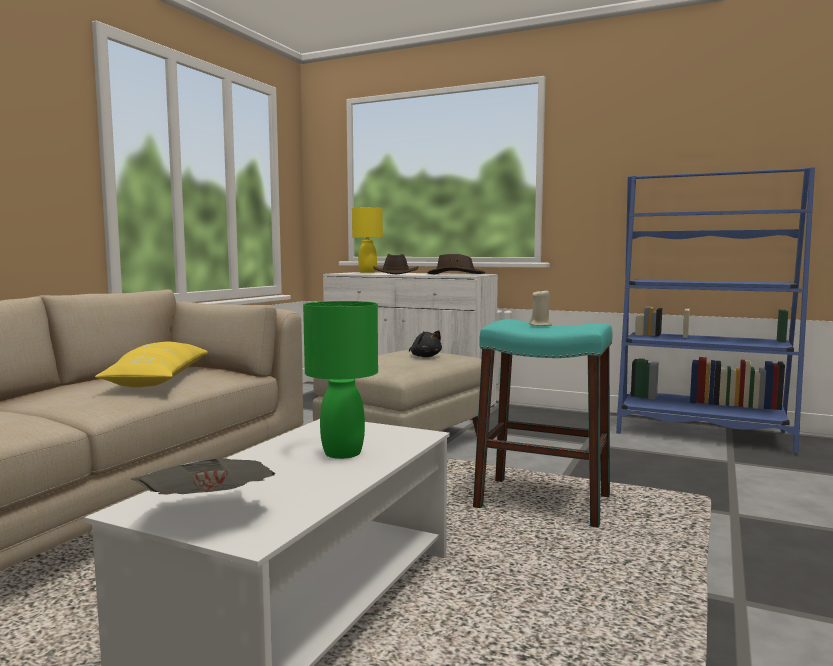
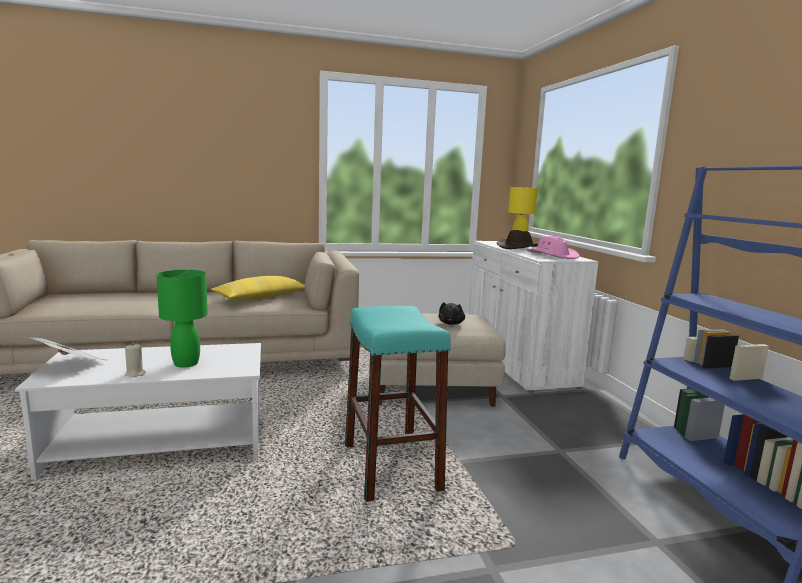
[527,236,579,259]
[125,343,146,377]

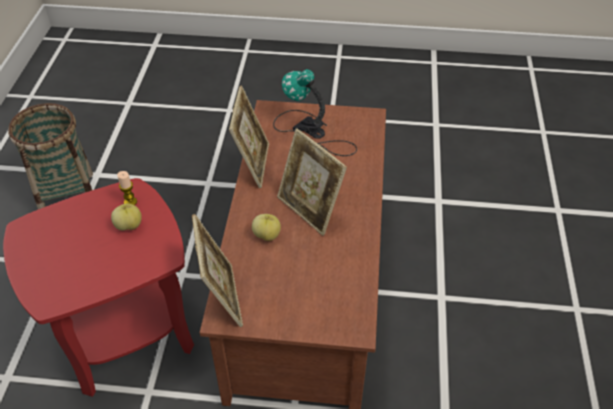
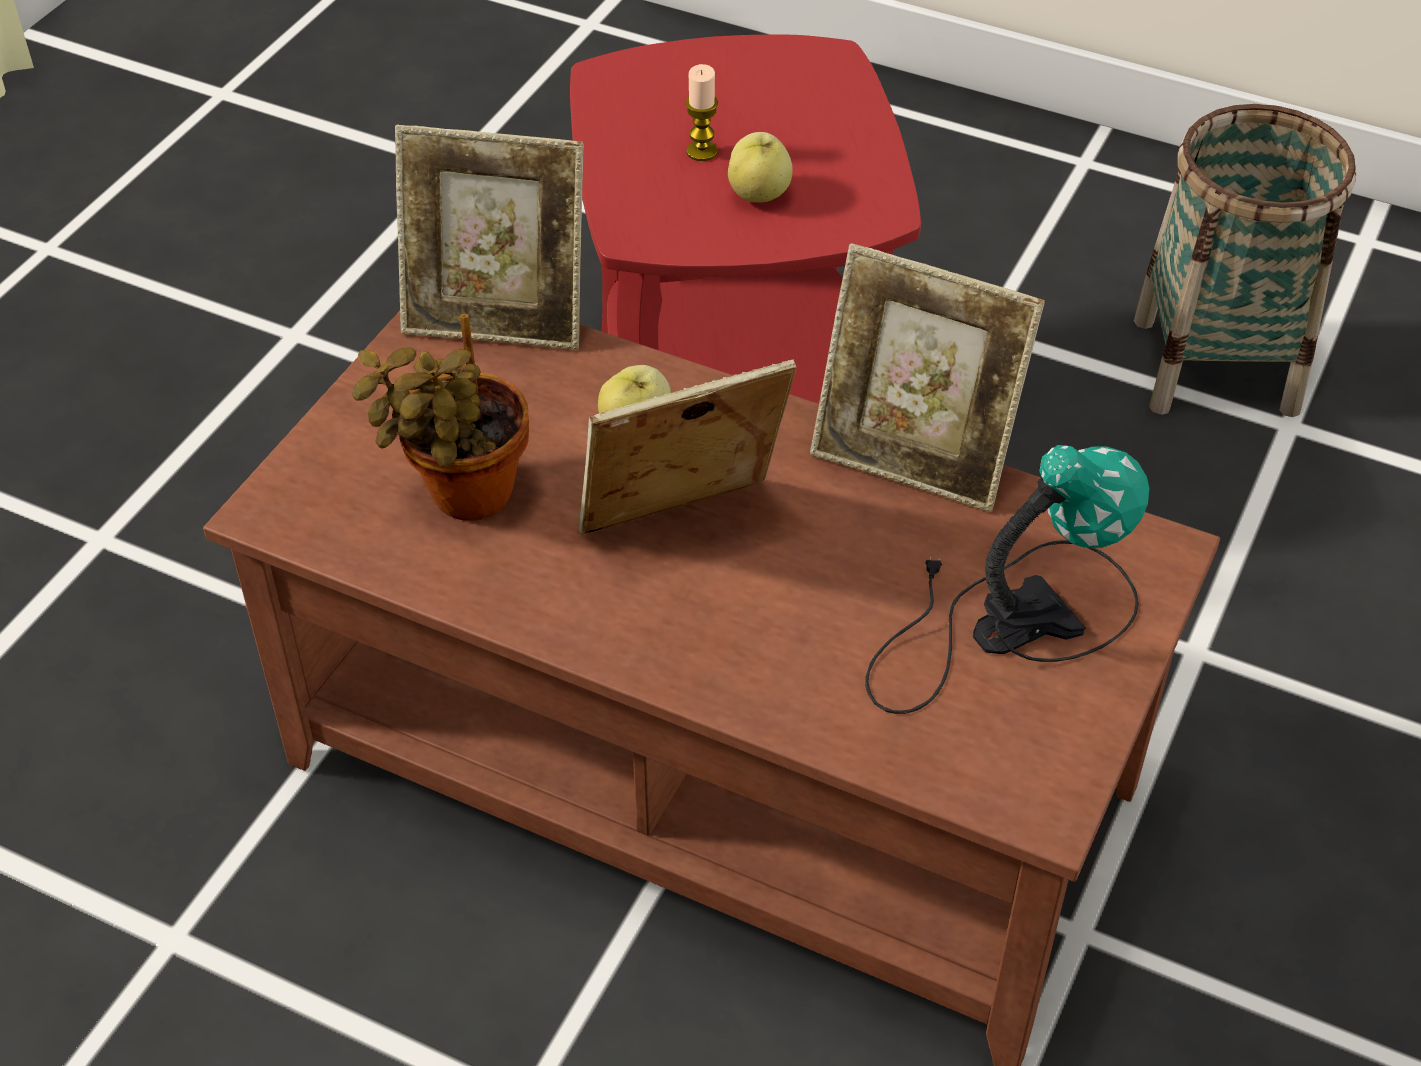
[685,64,718,161]
[352,314,529,521]

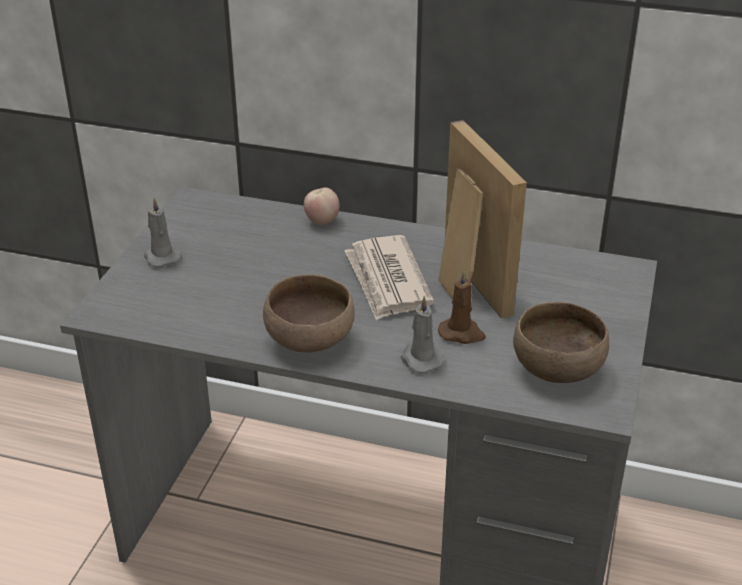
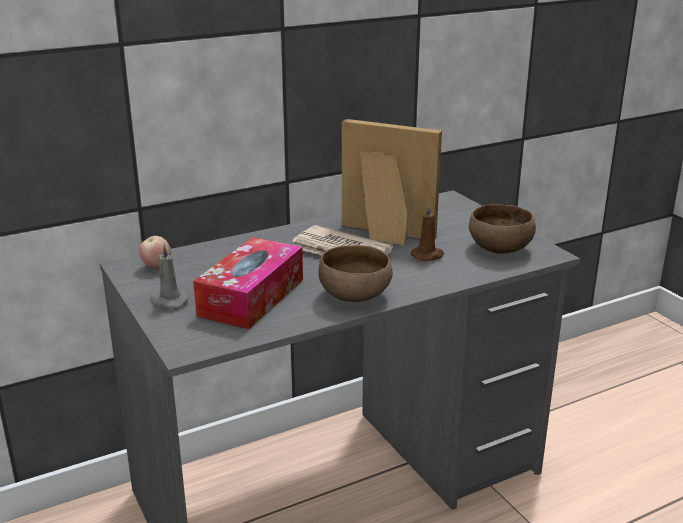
[139,236,171,269]
[401,296,445,373] (first image)
[193,237,303,329]

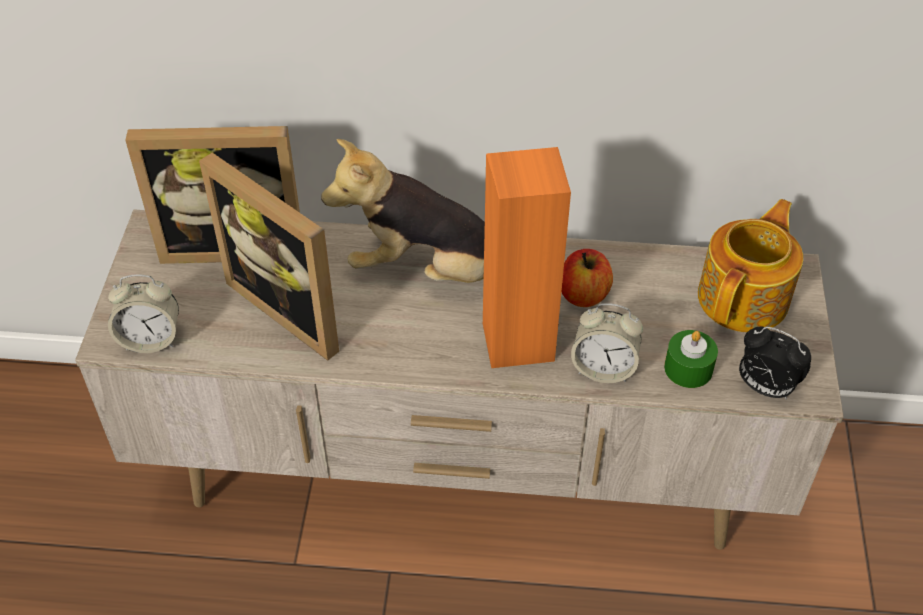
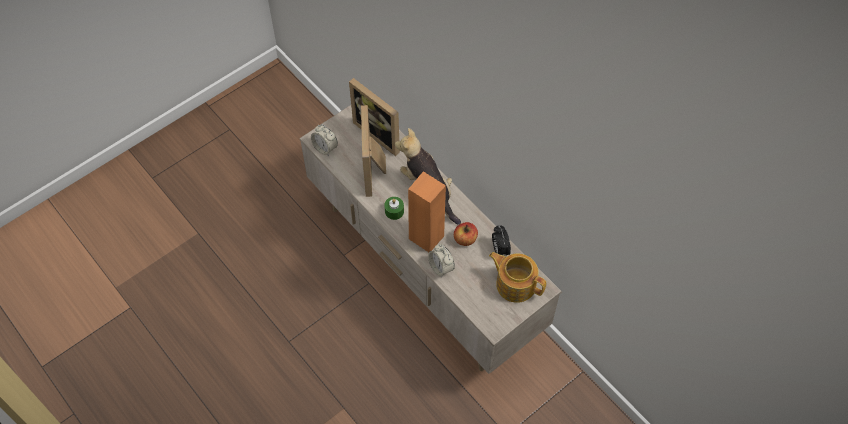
[384,197,404,220]
[489,252,546,303]
[492,225,511,255]

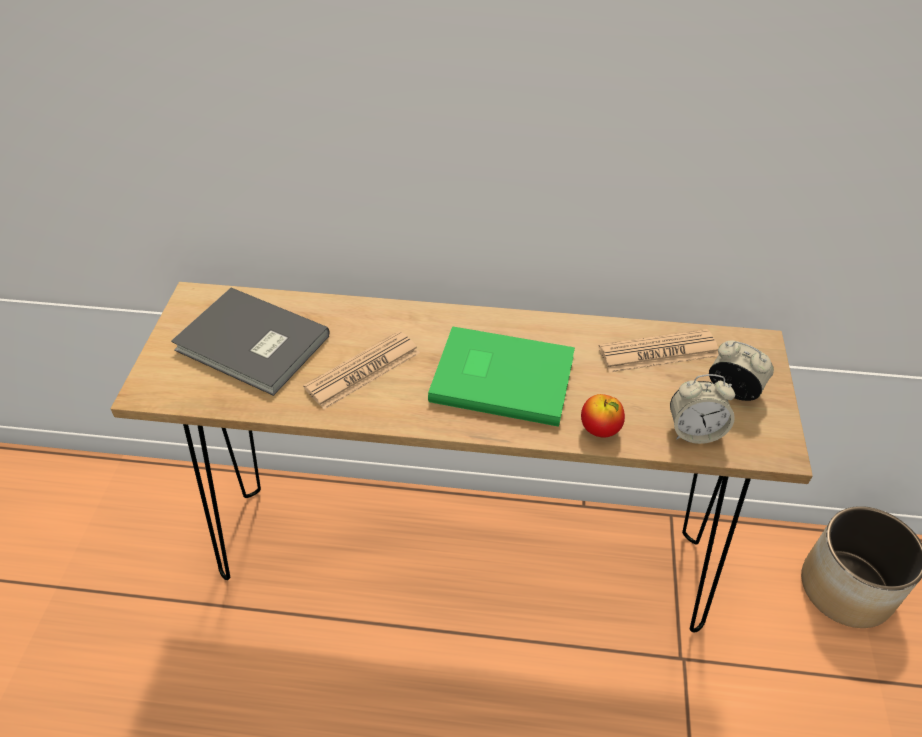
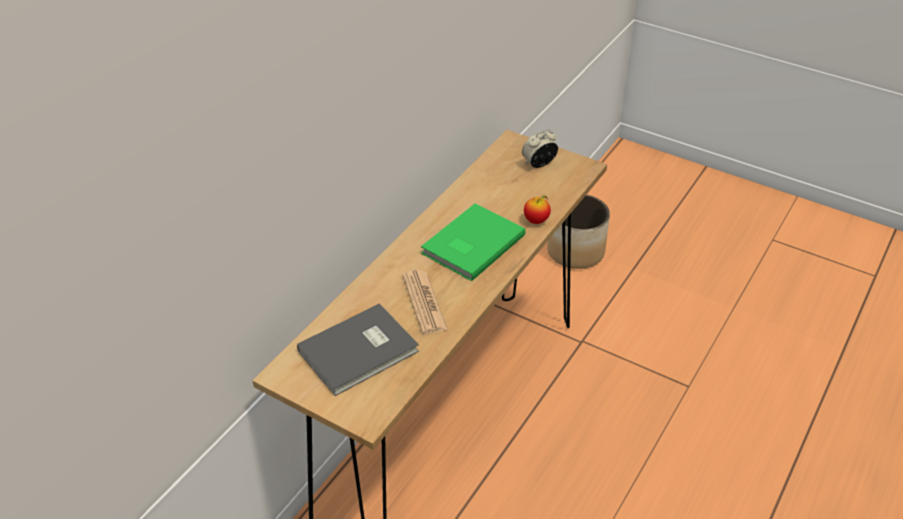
[599,329,719,373] (first image)
[670,374,735,444] (first image)

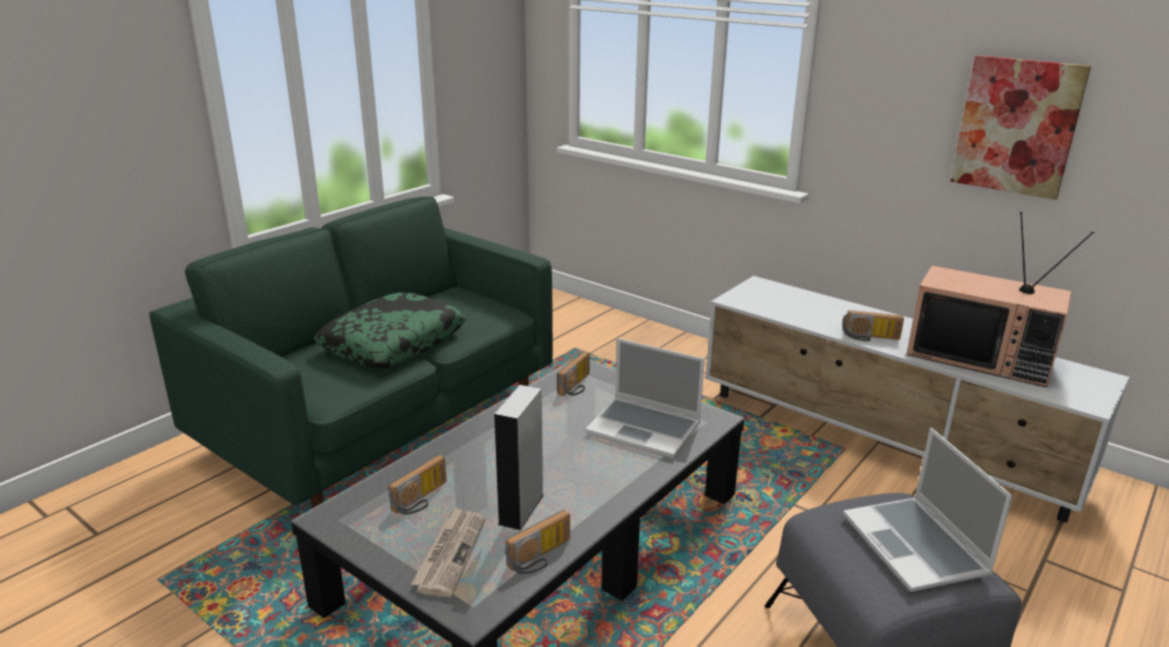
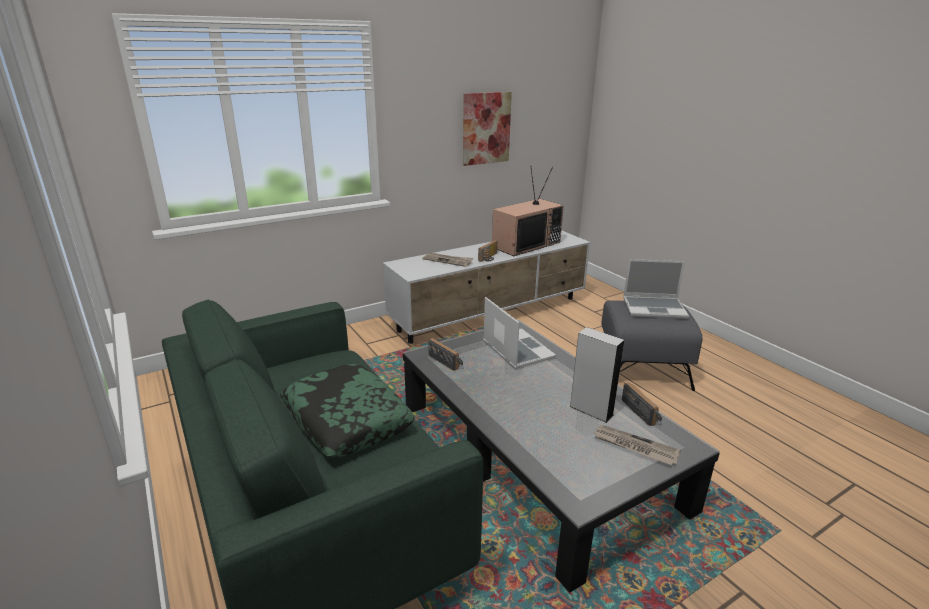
[388,455,447,515] (first image)
[483,297,556,369]
[422,252,473,267]

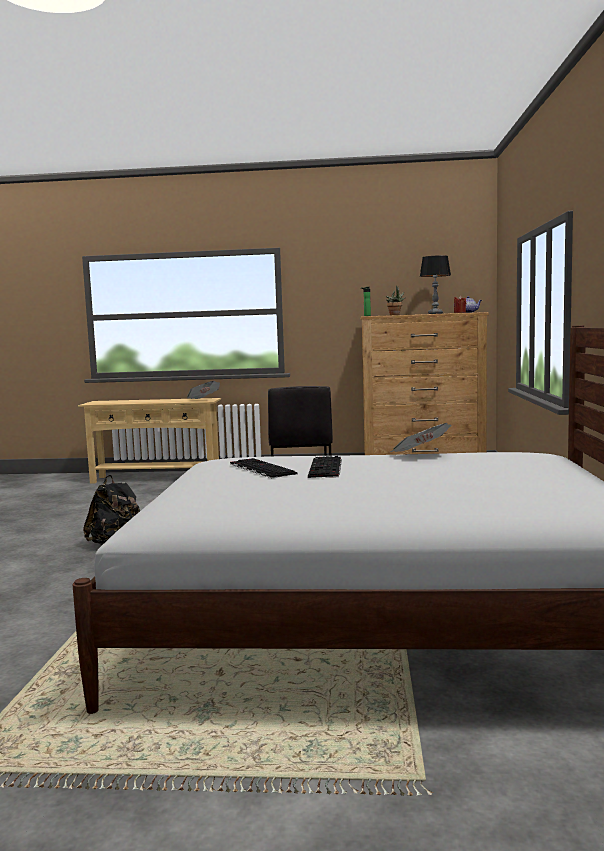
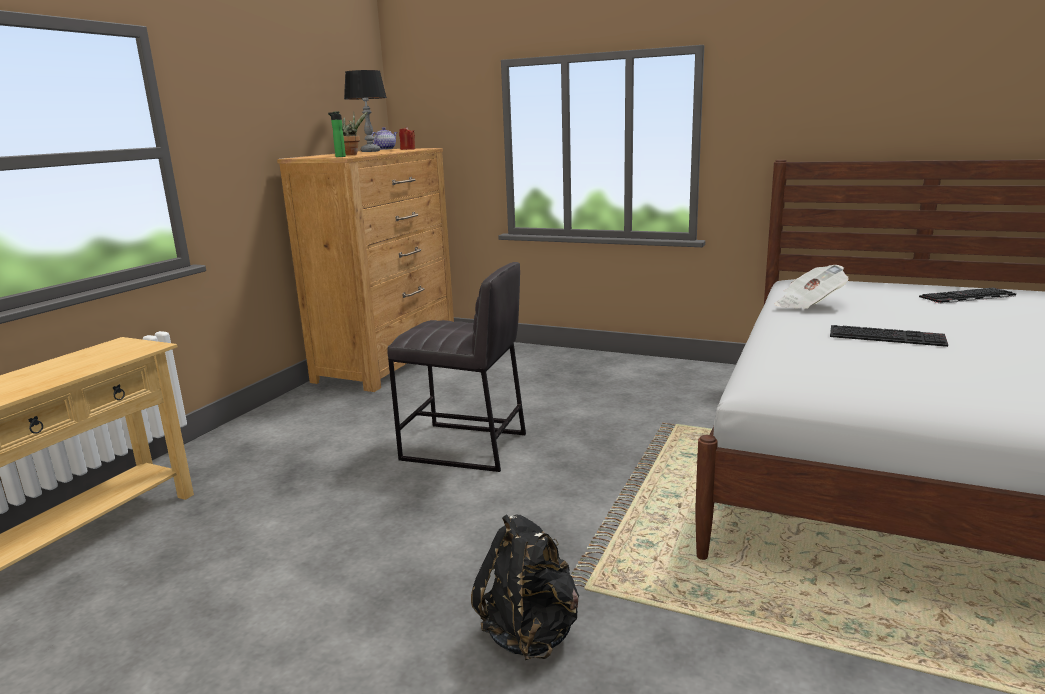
[187,381,220,399] (first image)
[919,288,1016,304]

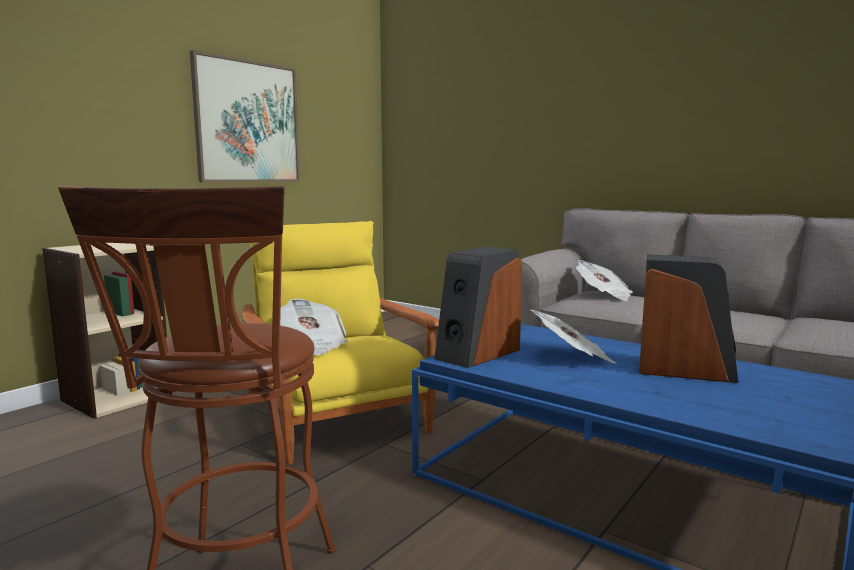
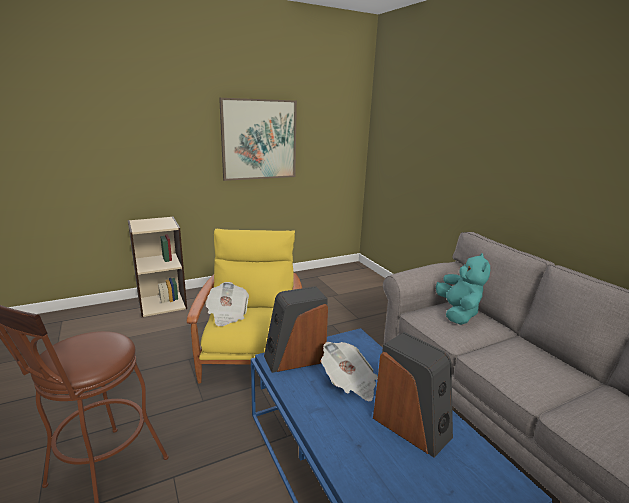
[436,253,490,325]

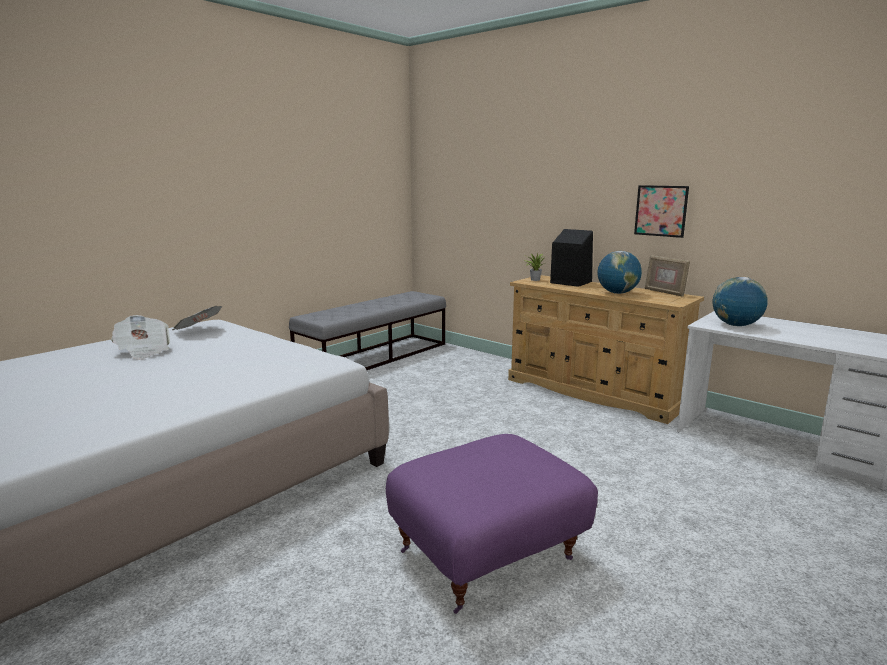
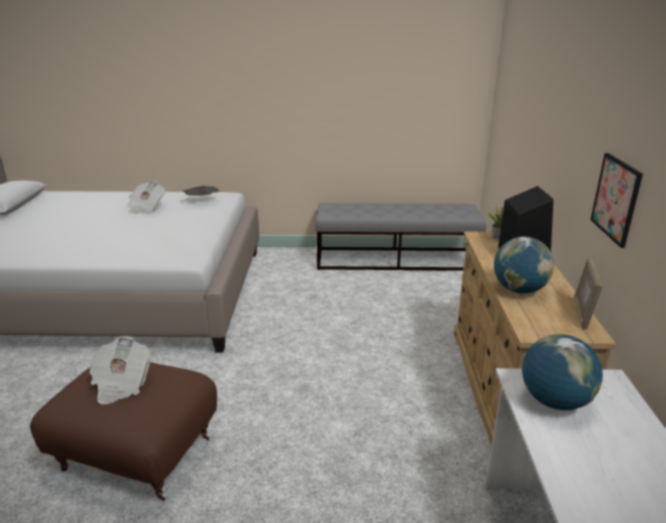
[30,362,217,501]
[89,336,152,405]

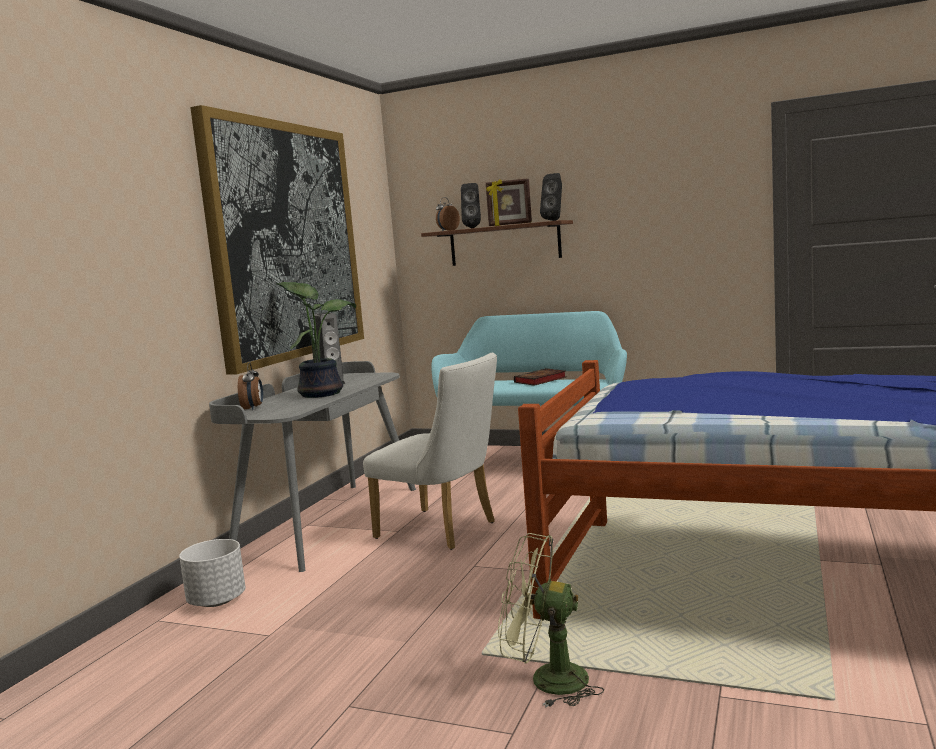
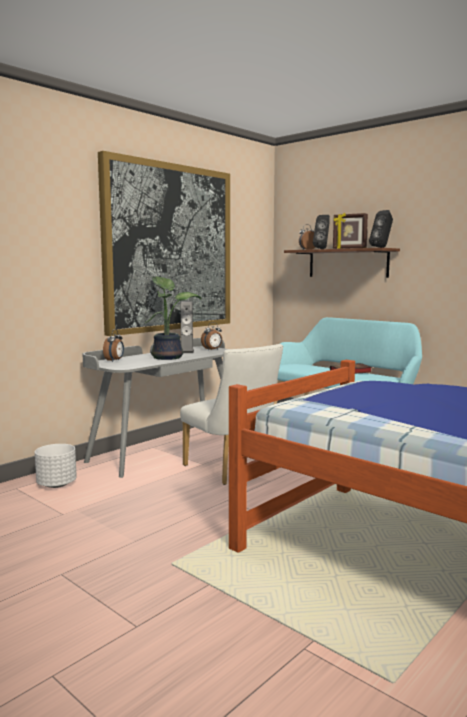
[498,533,604,708] (first image)
[201,322,222,351]

